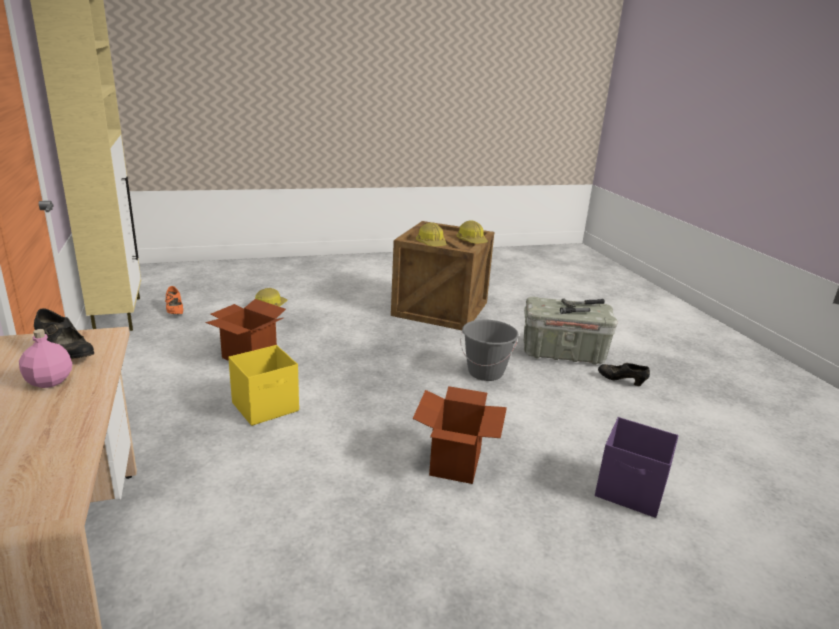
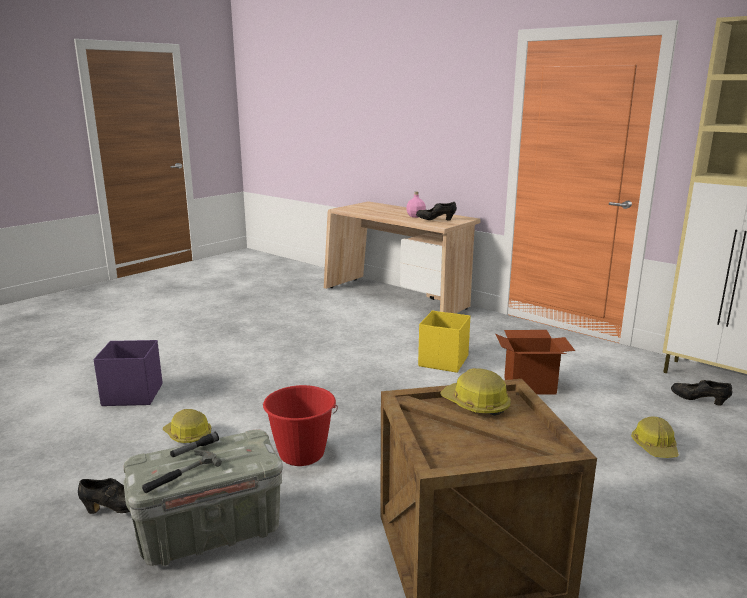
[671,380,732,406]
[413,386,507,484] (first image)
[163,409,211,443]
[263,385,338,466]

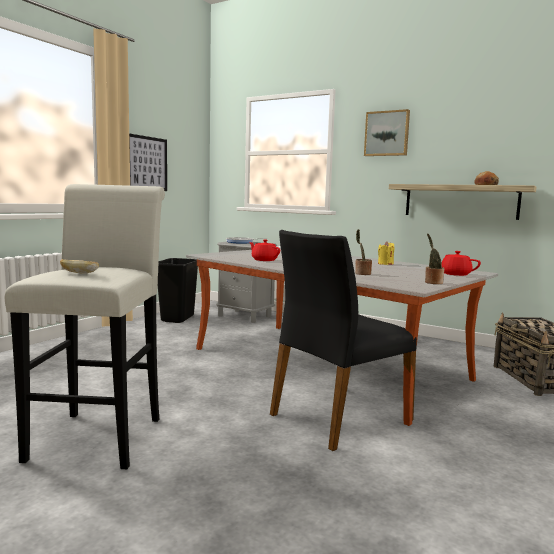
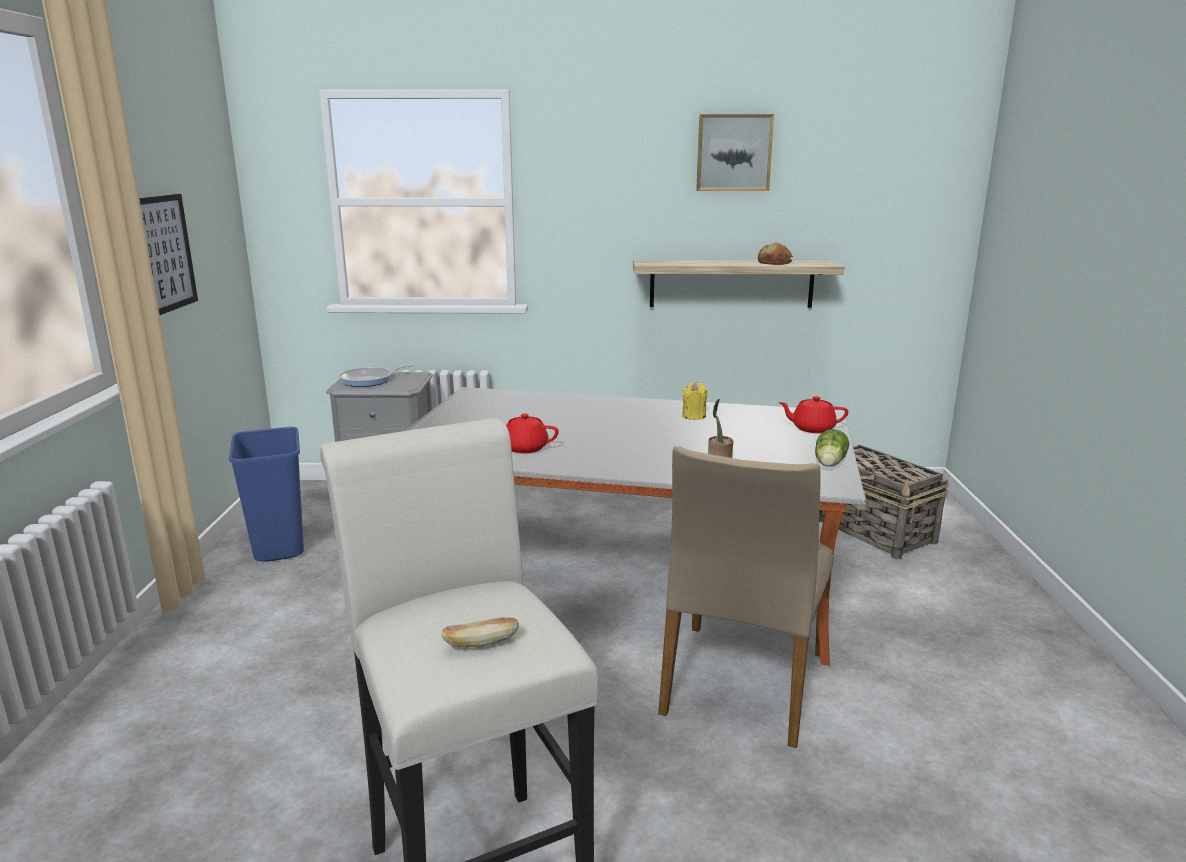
[229,427,304,562]
[658,446,834,748]
[696,114,774,191]
[815,429,849,467]

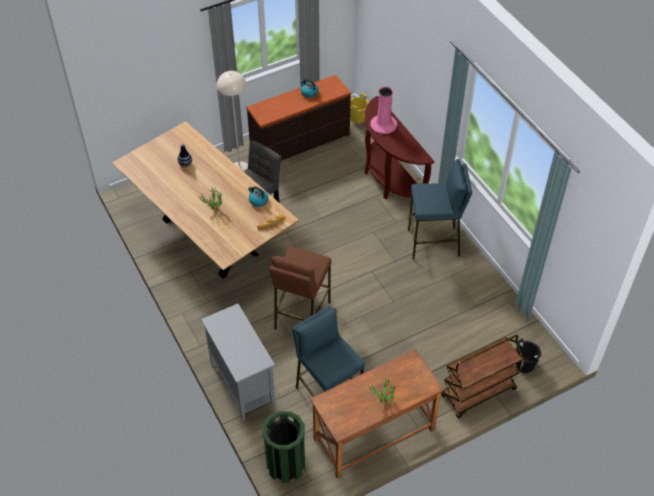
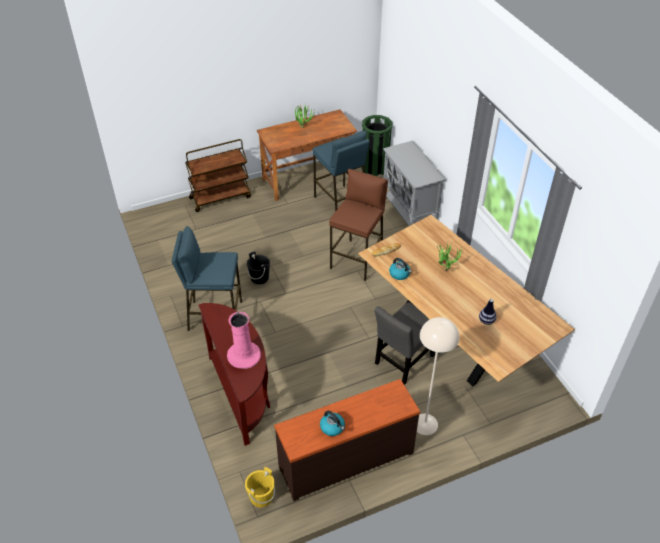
[247,251,270,284]

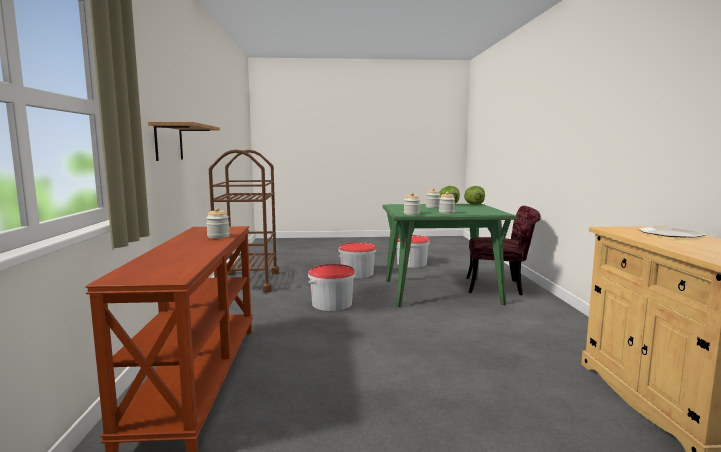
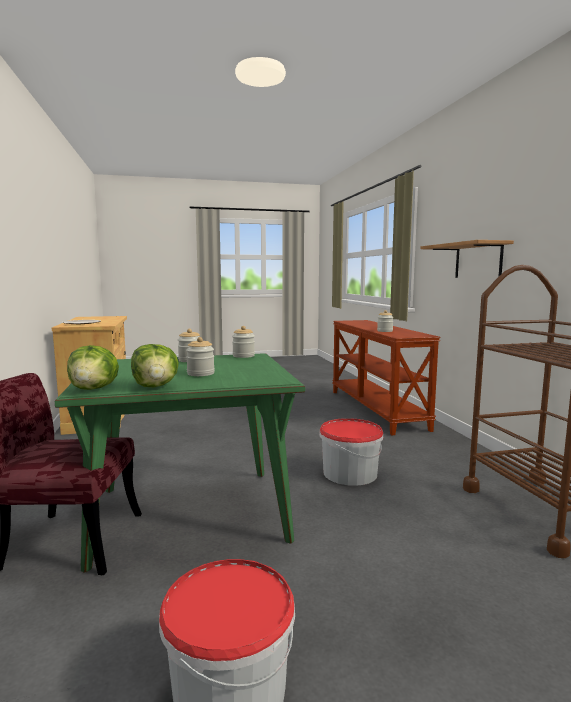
[339,242,376,278] (first image)

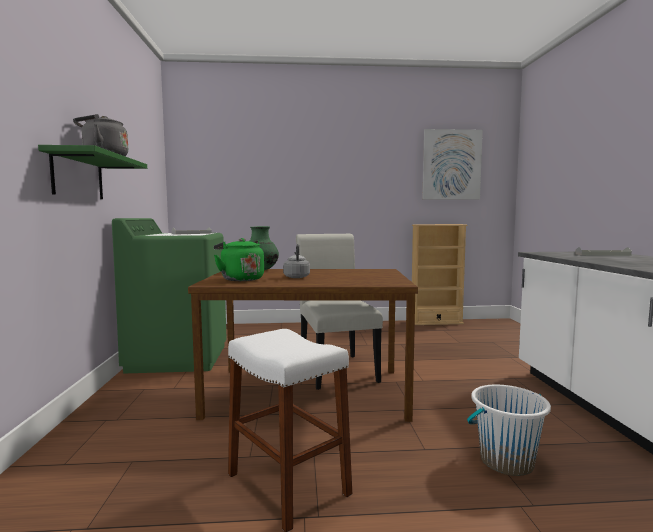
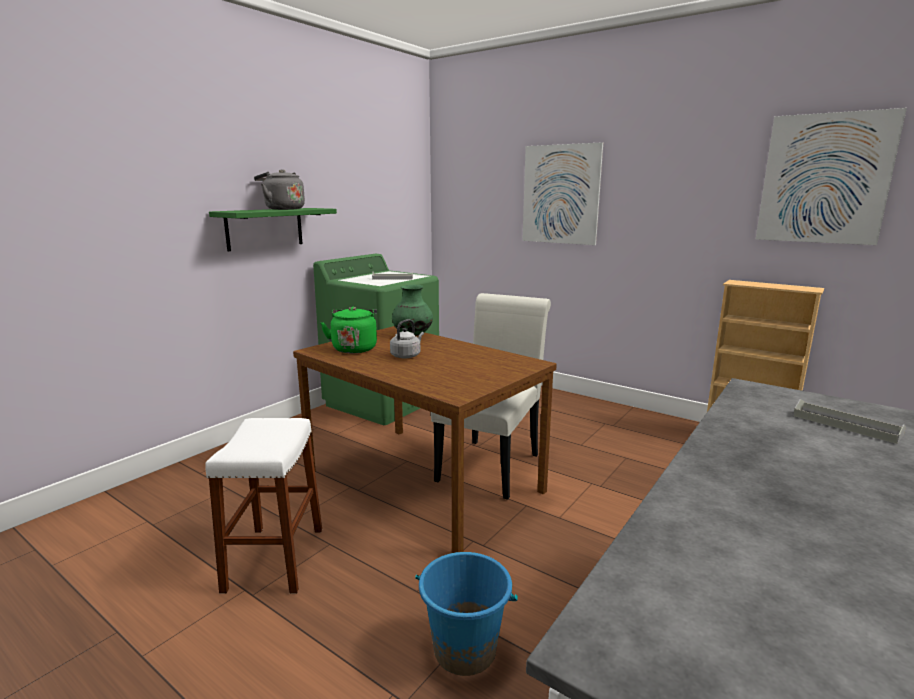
[415,552,518,676]
[522,142,603,245]

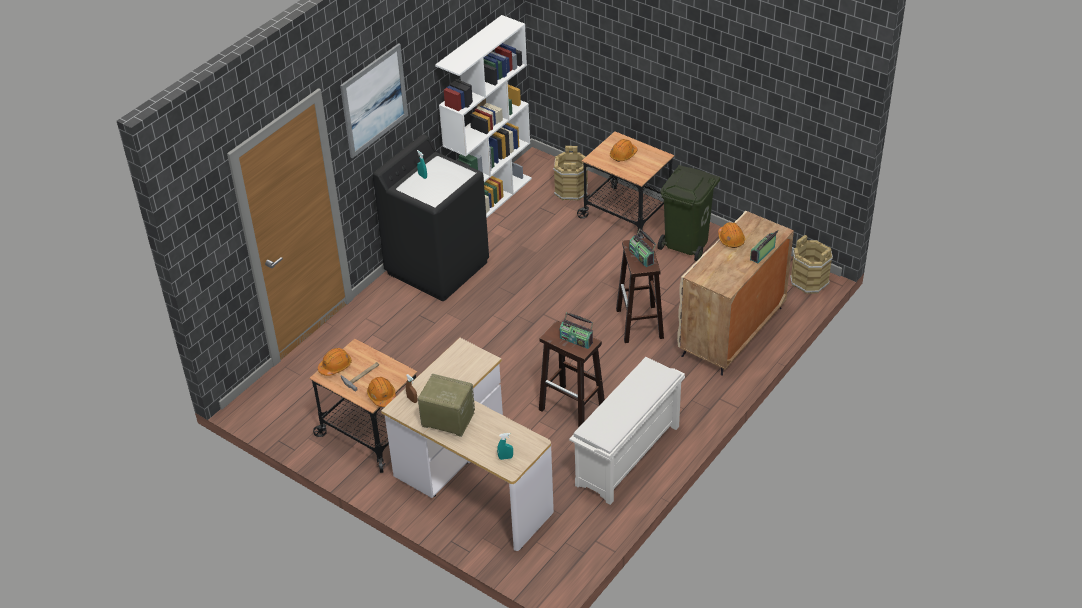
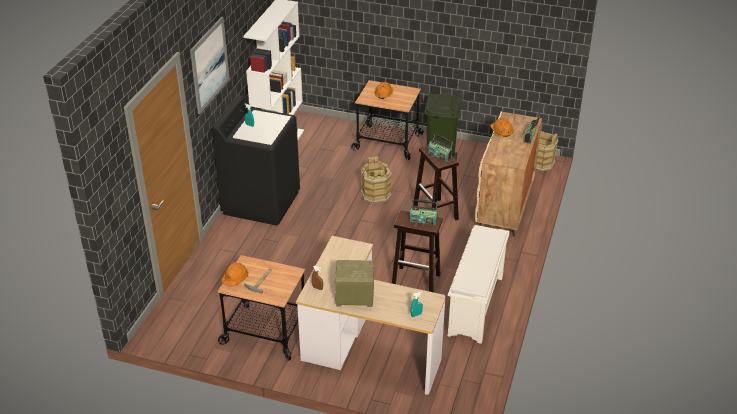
[367,377,396,407] (first image)
[361,156,392,204]

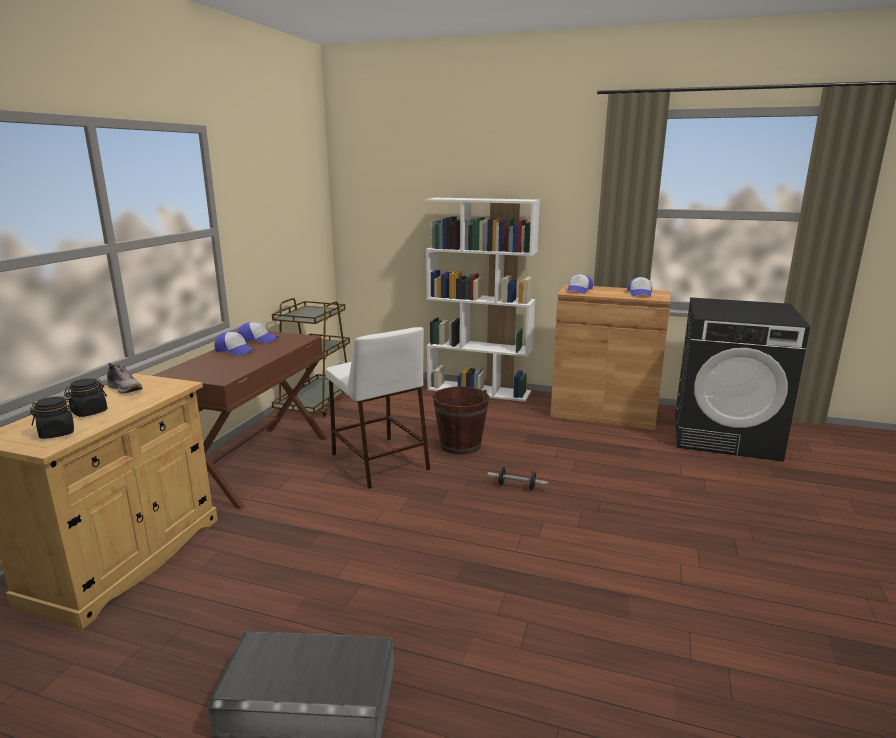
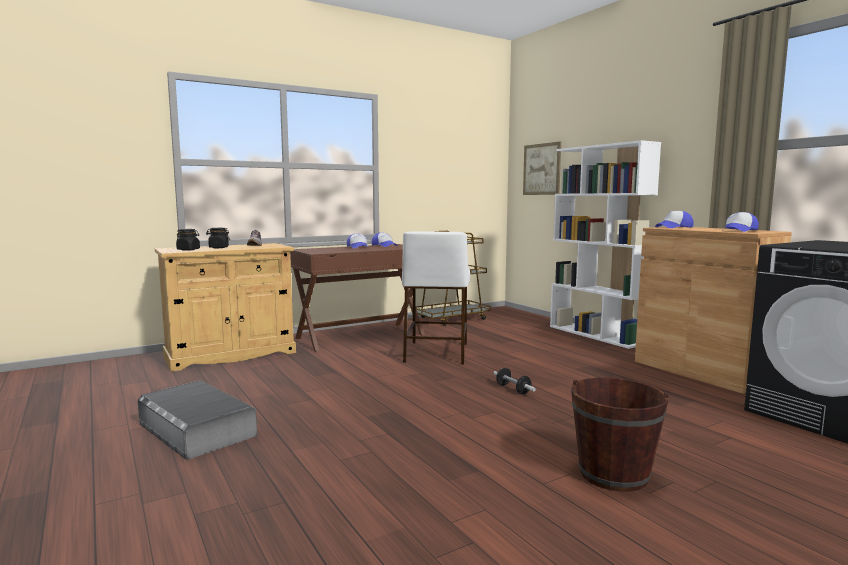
[571,377,669,492]
[523,141,561,195]

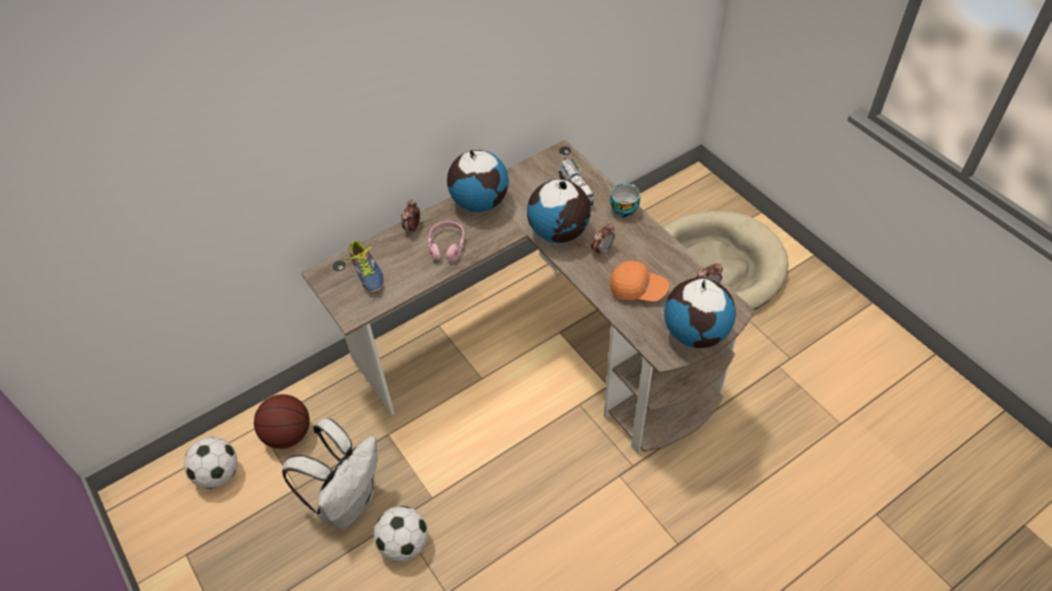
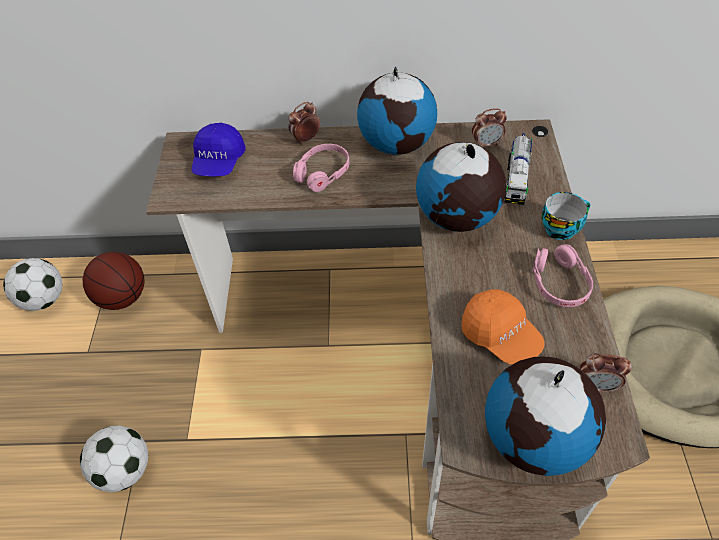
[282,418,378,529] (first image)
[192,122,246,176]
[472,108,507,147]
[532,244,593,307]

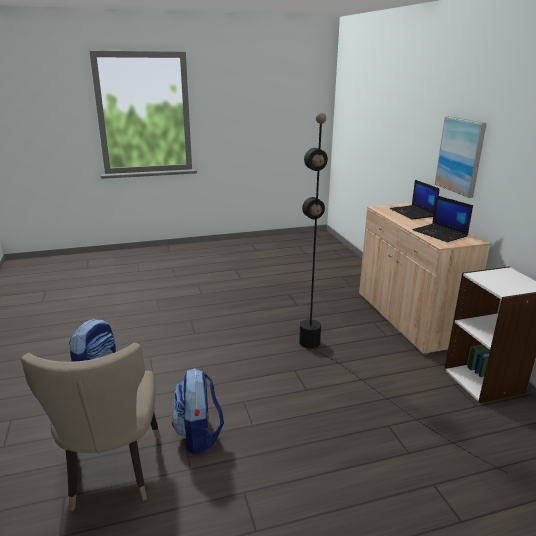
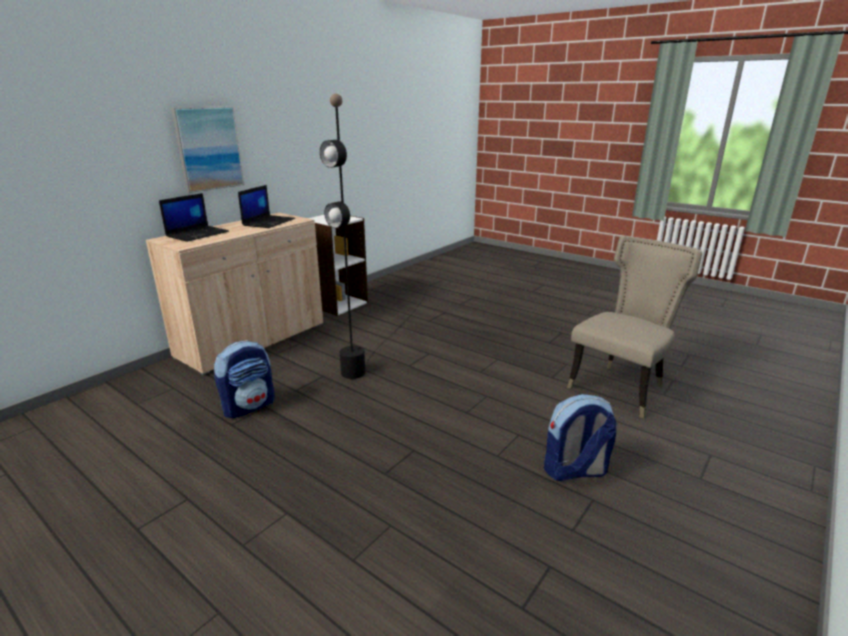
[214,340,275,418]

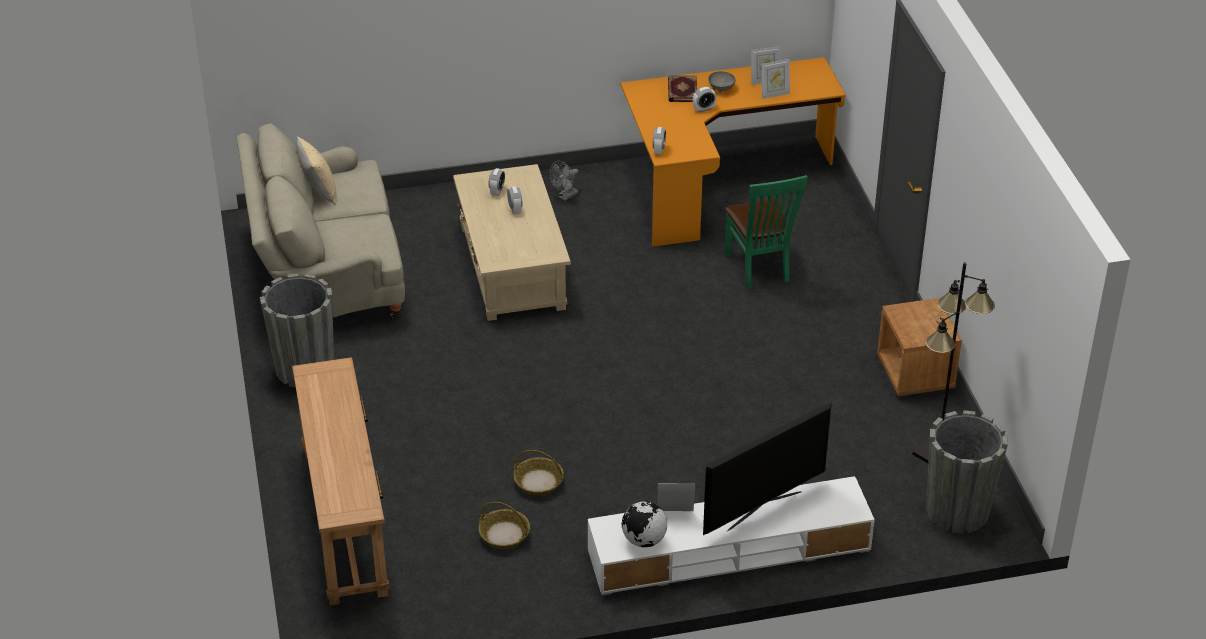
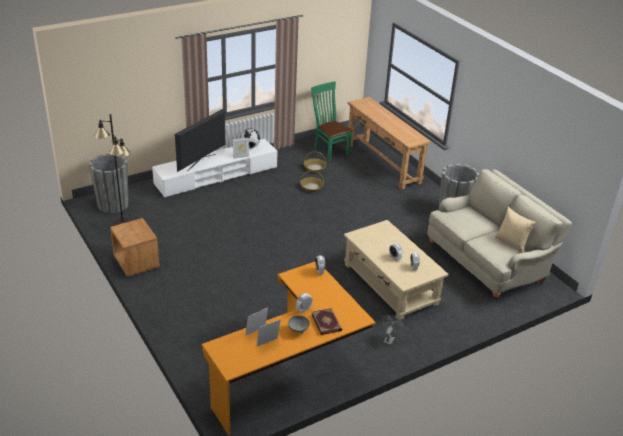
[311,81,353,161]

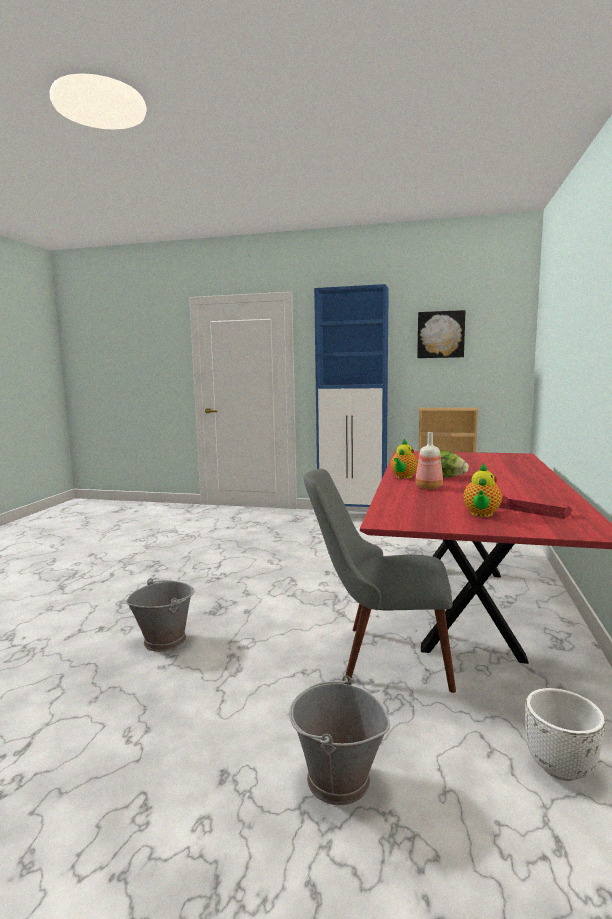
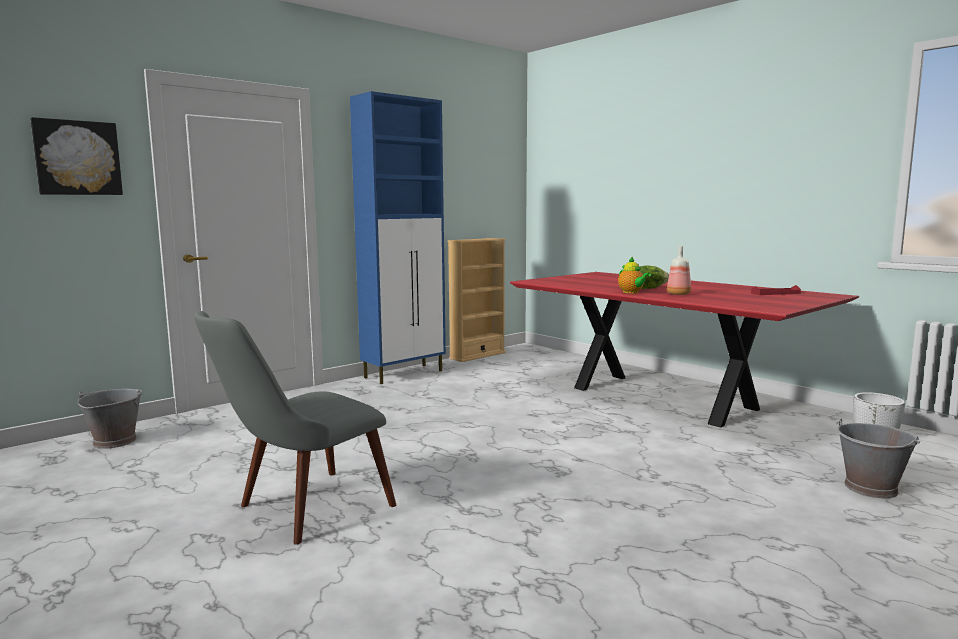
[77,389,143,449]
[194,311,397,545]
[31,117,123,195]
[463,463,502,517] (first image)

